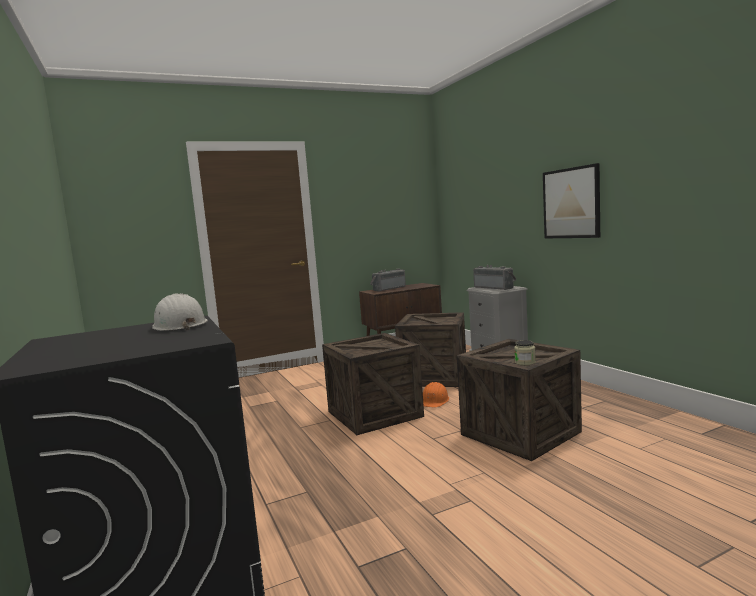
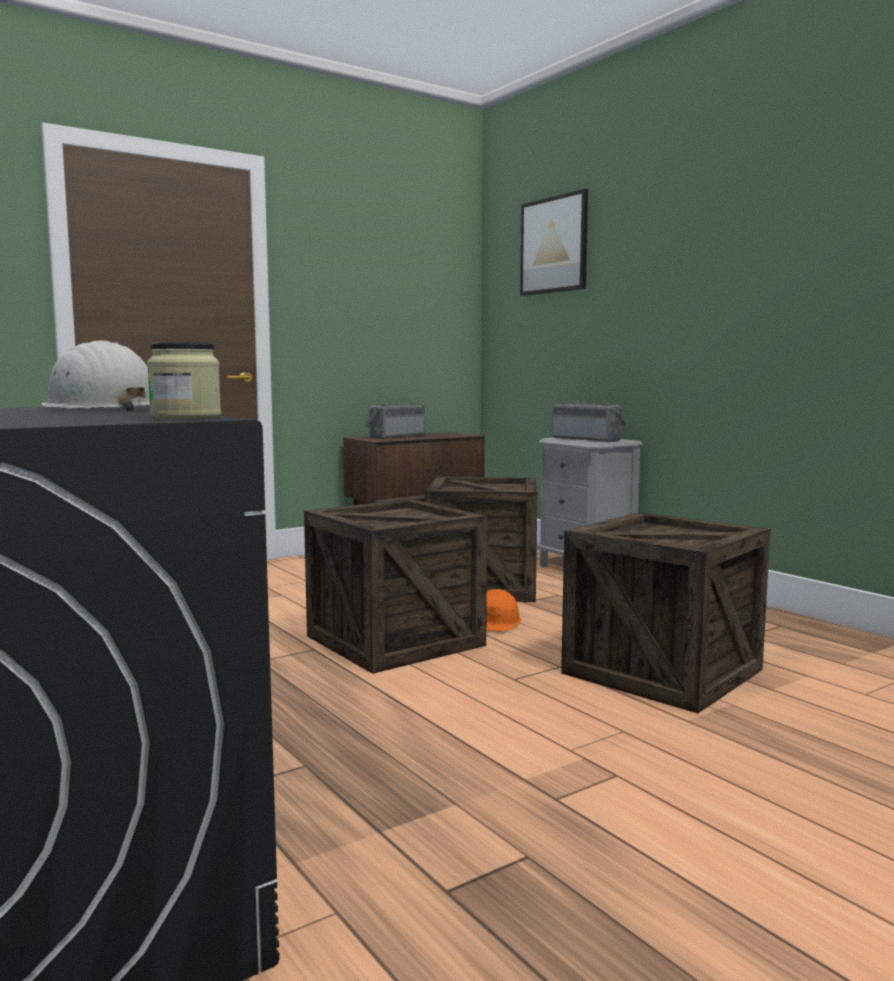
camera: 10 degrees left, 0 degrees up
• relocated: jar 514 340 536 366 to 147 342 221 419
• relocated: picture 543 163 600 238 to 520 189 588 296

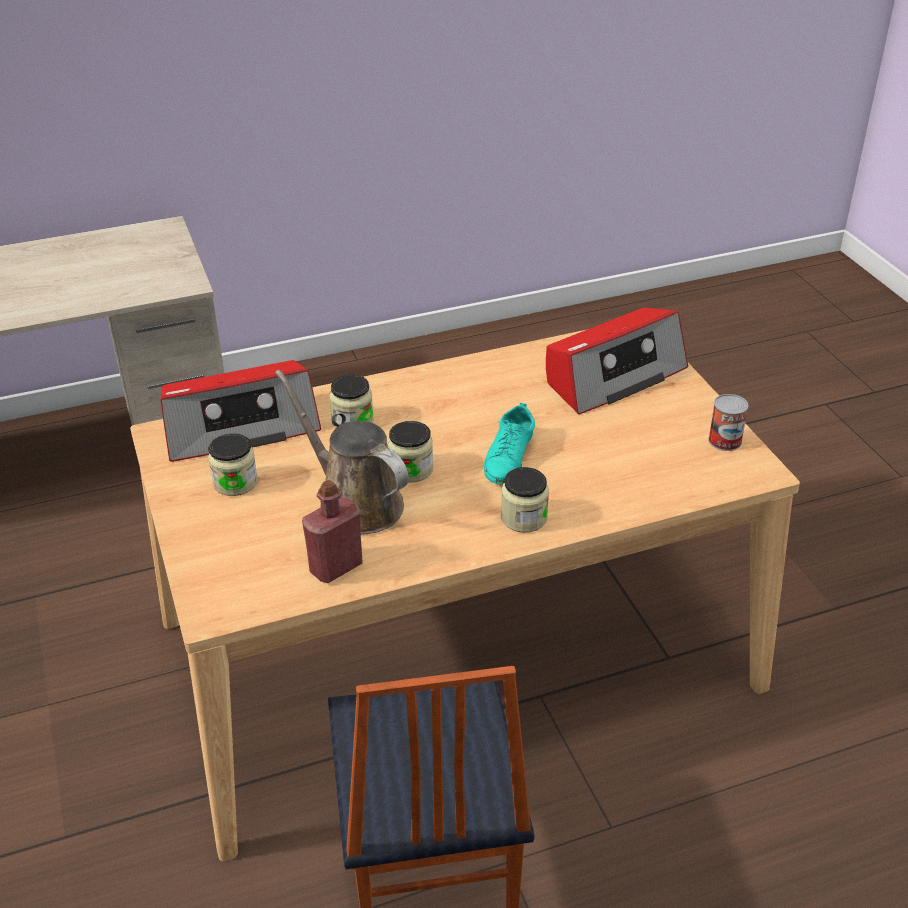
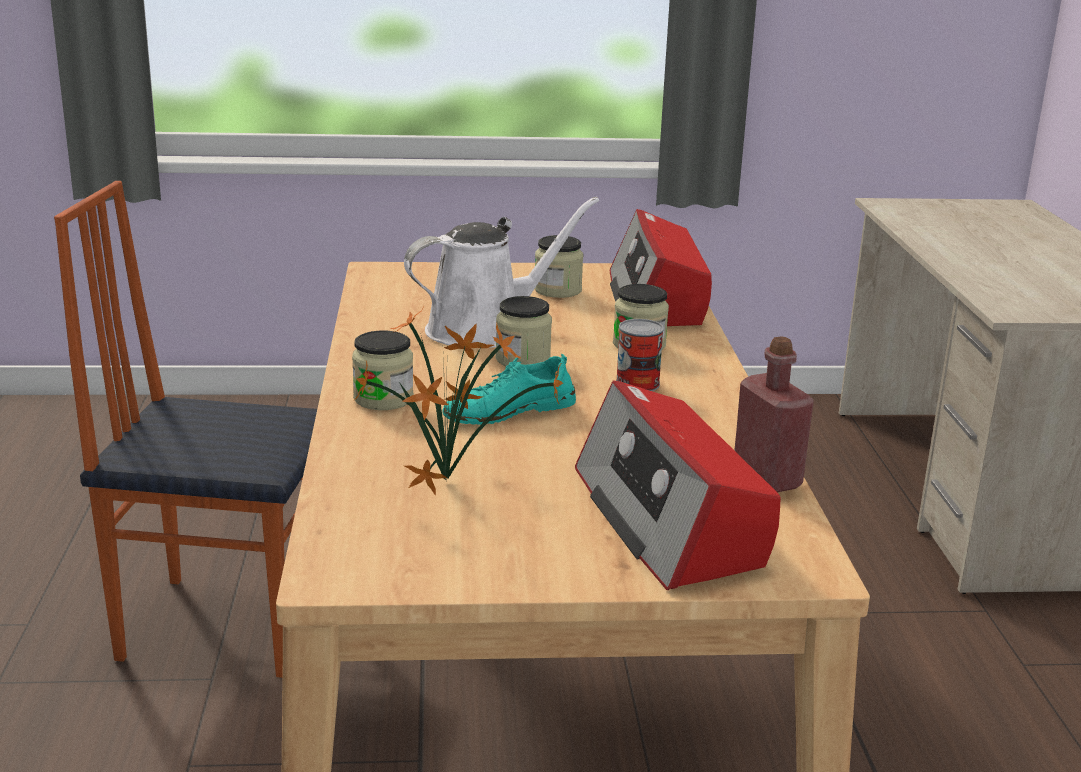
camera: 105 degrees right, 15 degrees down
• appeared: potted plant 353 308 563 496
• colour: brown watering can 275 369 409 535 to white watering can 404 197 599 348
• spun: turquoise shoe 484 403 535 485 = 442 354 576 425 60 degrees counterclockwise
• relocated: can 708 394 749 451 to 616 319 664 391
• relocated: red bottle 302 480 363 583 to 734 336 814 492

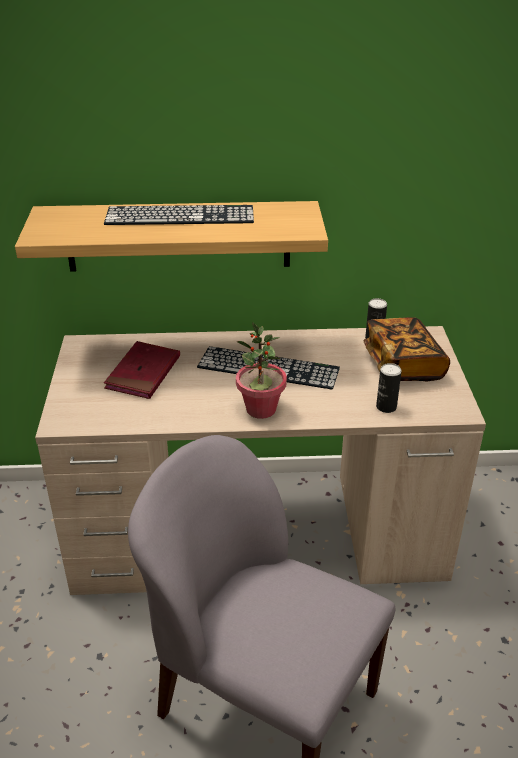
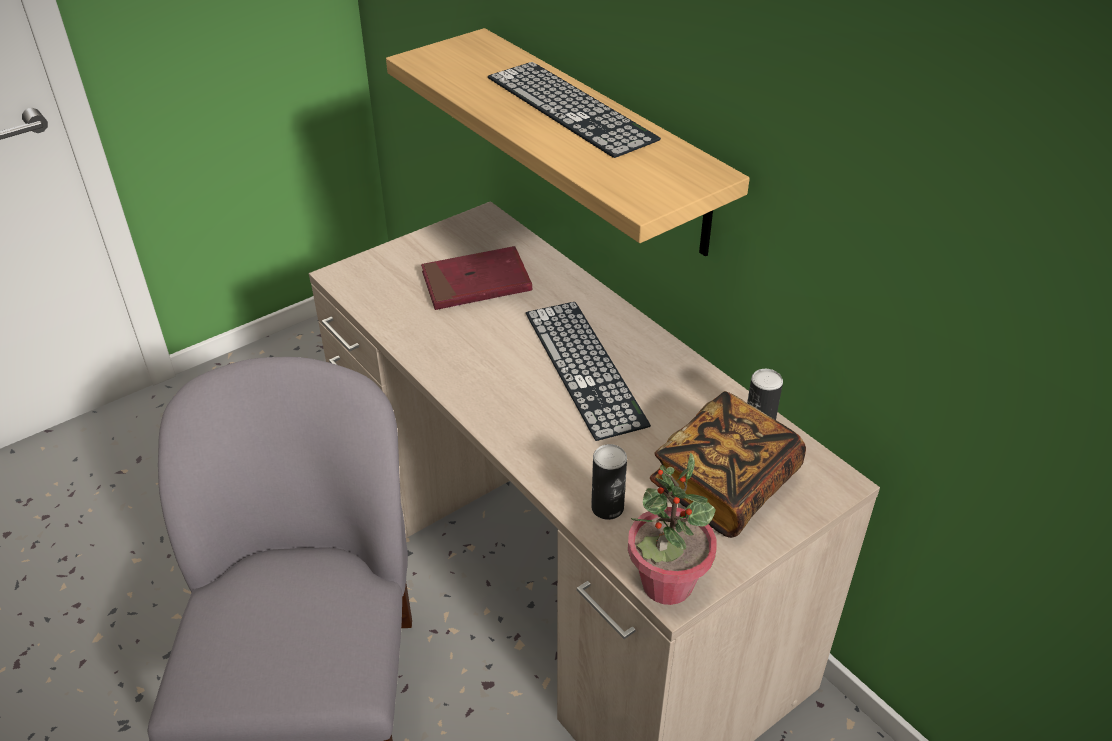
camera: 55 degrees right, 5 degrees up
• relocated: potted plant 236 322 287 419 to 628 453 716 605

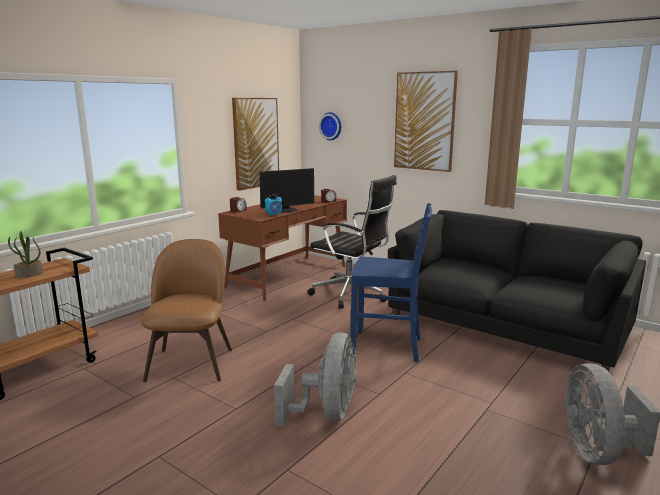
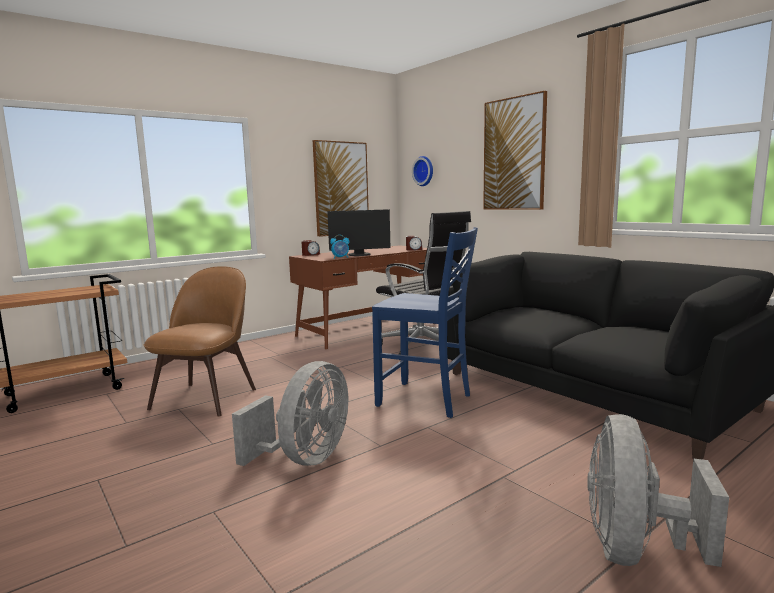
camera: 15 degrees right, 5 degrees down
• missing: potted plant 8 231 43 278

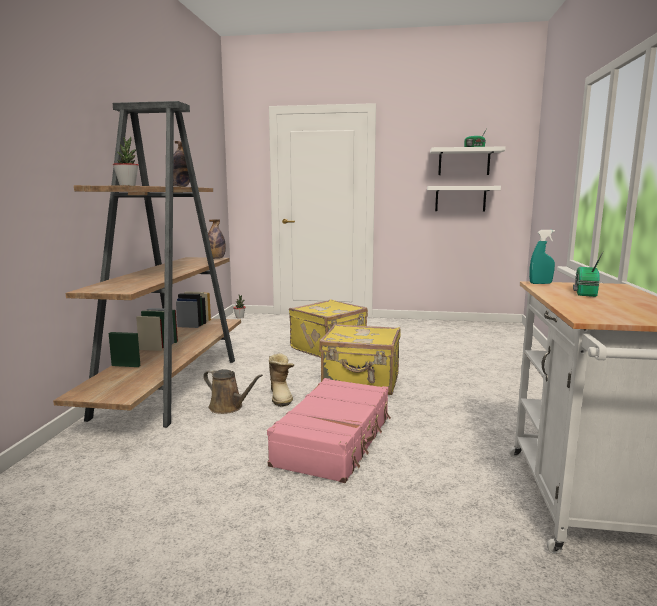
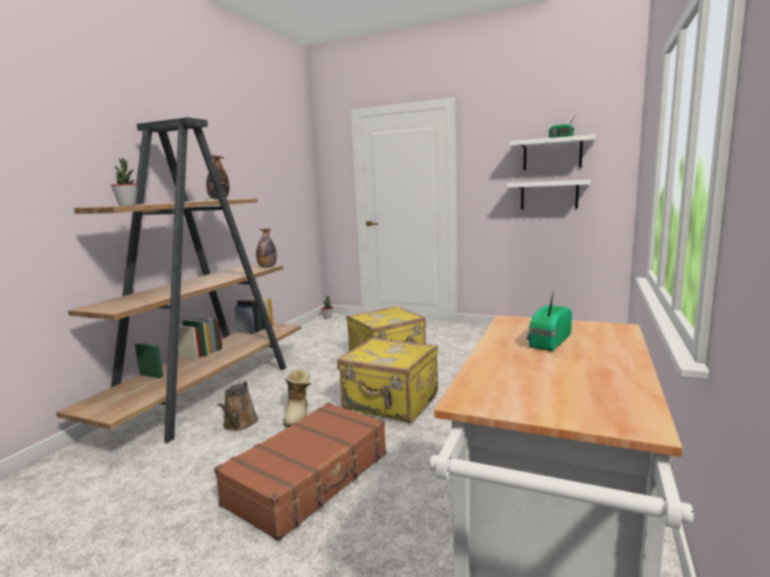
camera: 15 degrees right, 0 degrees up
• colour: pink suitcase 267 378 391 483 to brown suitcase 214 402 387 541
• spun: brown watering can 203 369 263 414 = 217 381 258 431 45 degrees clockwise
• missing: turquoise spray bottle 529 230 555 284

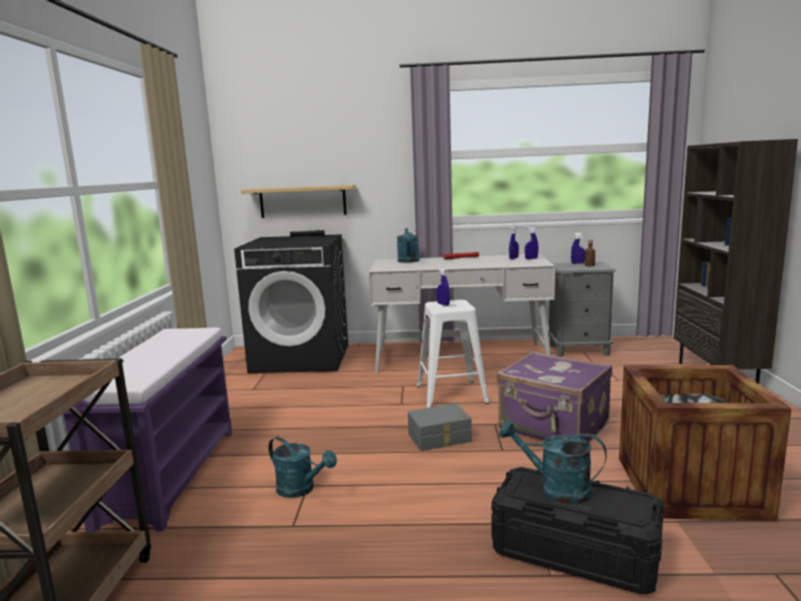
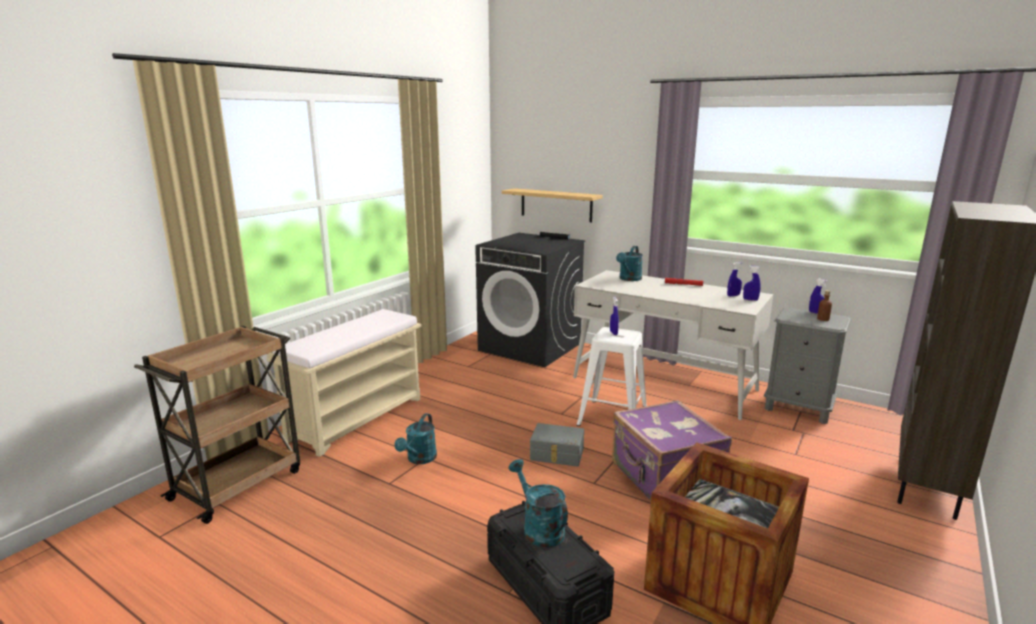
camera: 30 degrees right, 5 degrees up
• colour: purple bench 63 327 232 532 to beige bench 267 309 422 457
• spun: turquoise watering can 268 437 337 498 = 394 413 437 464 45 degrees clockwise

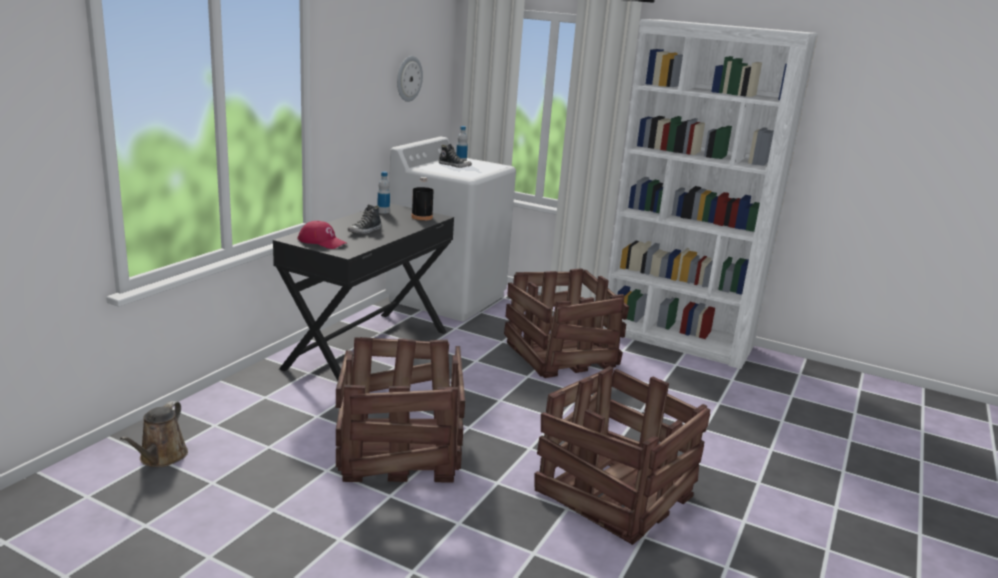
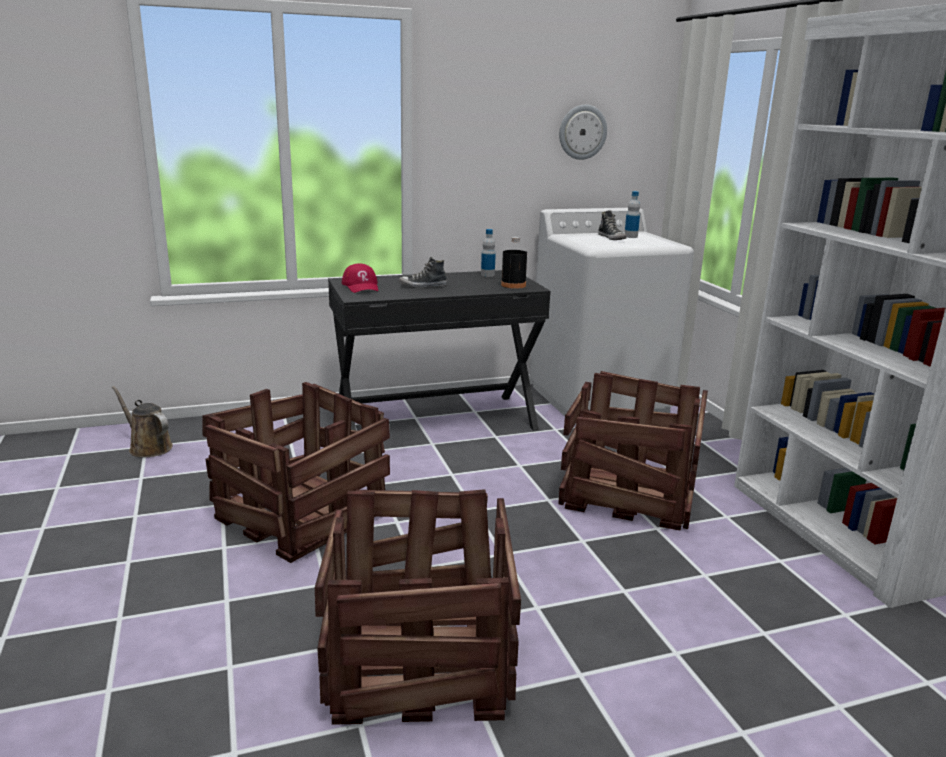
camera: 45 degrees right, 0 degrees up
• spun: brown watering can 120 401 188 467 = 112 386 173 457 75 degrees clockwise

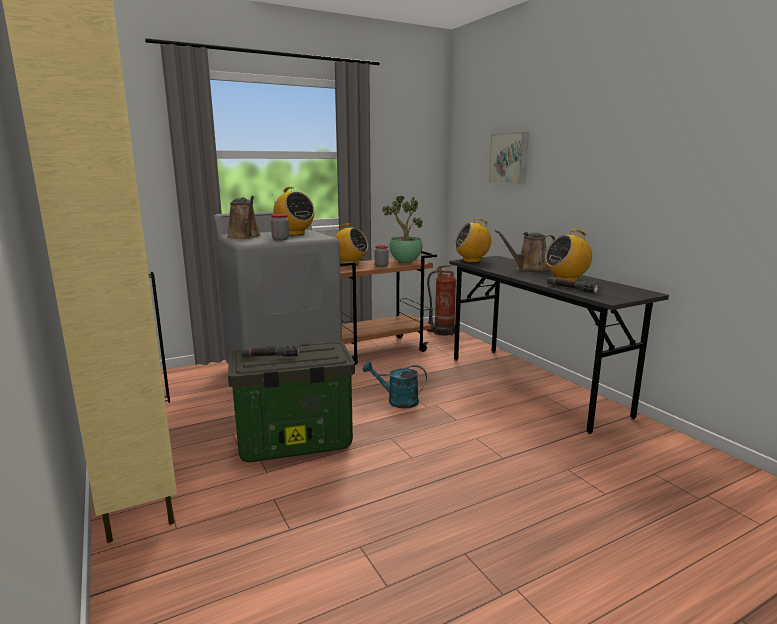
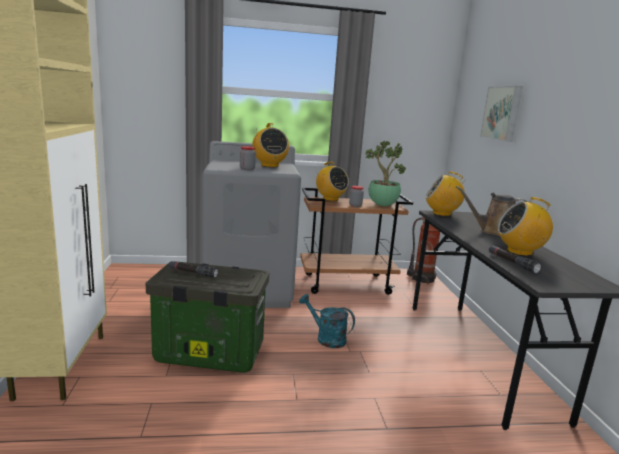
camera: 20 degrees right, 0 degrees up
• missing: brown watering can 227 196 260 239

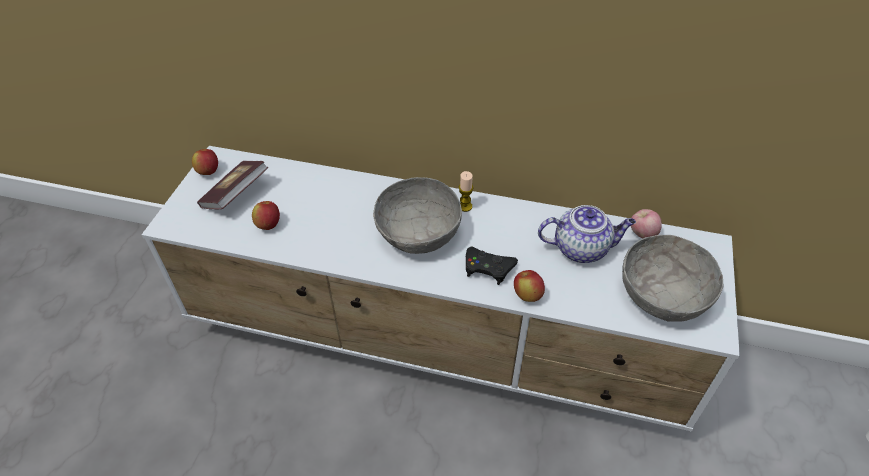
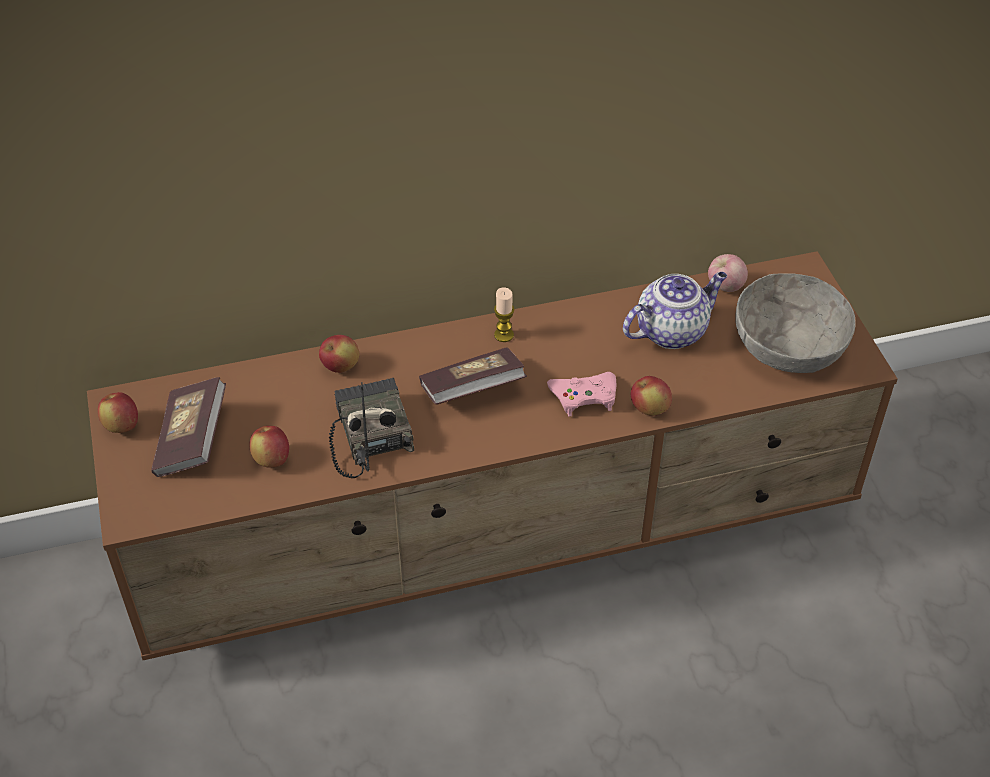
camera: 30 degrees left, 0 degrees up
• colour: white tv stand 141 146 740 432 to brown tv stand 87 251 898 660
• appeared: apple 319 335 360 373
• appeared: radio 329 378 414 478
• exchanged: grey bowl 373 177 462 254 to book 419 347 527 404
• colour: black game controller 466 247 518 285 to pink game controller 547 372 616 416

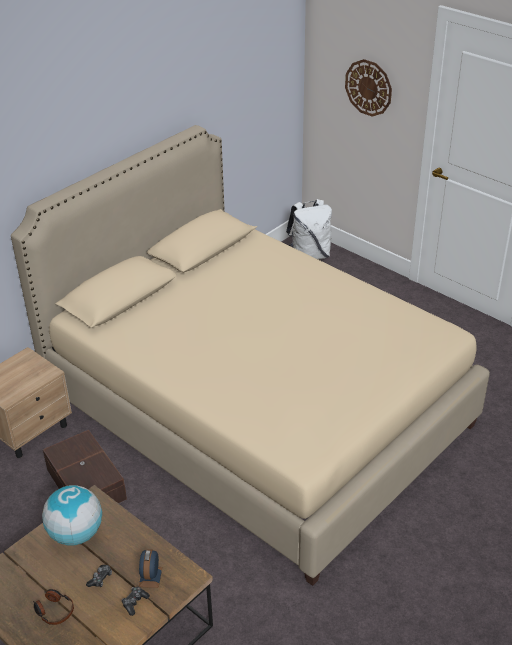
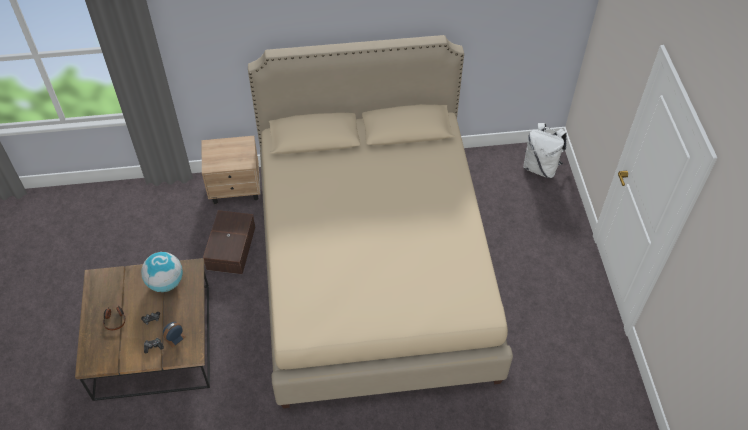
camera: 40 degrees right, 15 degrees up
• missing: wall clock 345 59 392 116

